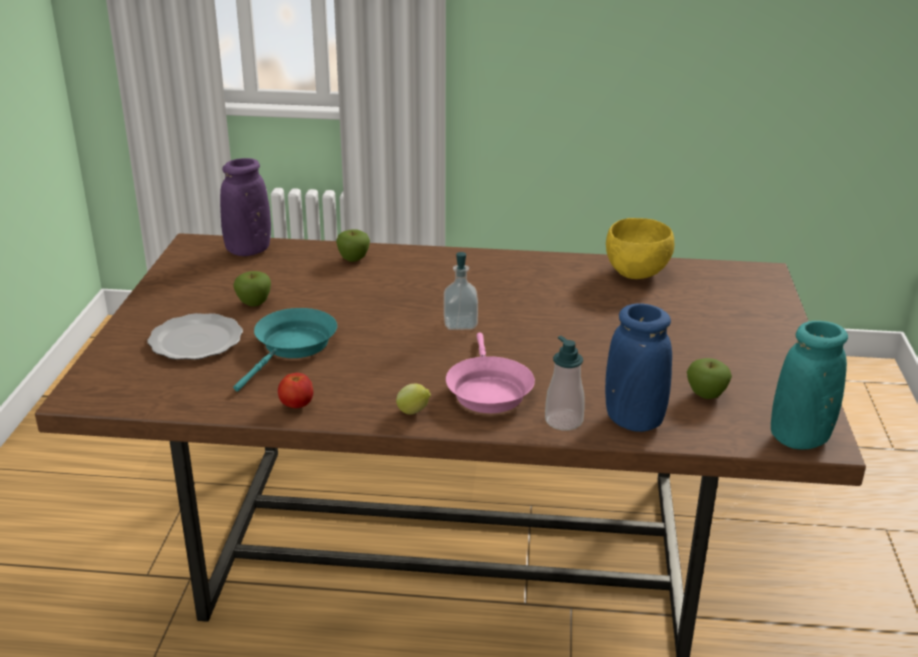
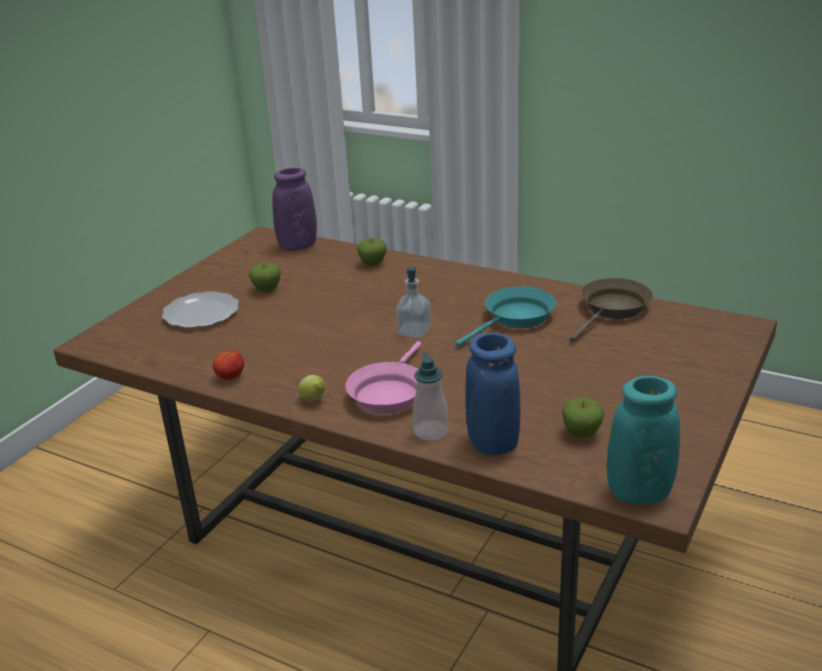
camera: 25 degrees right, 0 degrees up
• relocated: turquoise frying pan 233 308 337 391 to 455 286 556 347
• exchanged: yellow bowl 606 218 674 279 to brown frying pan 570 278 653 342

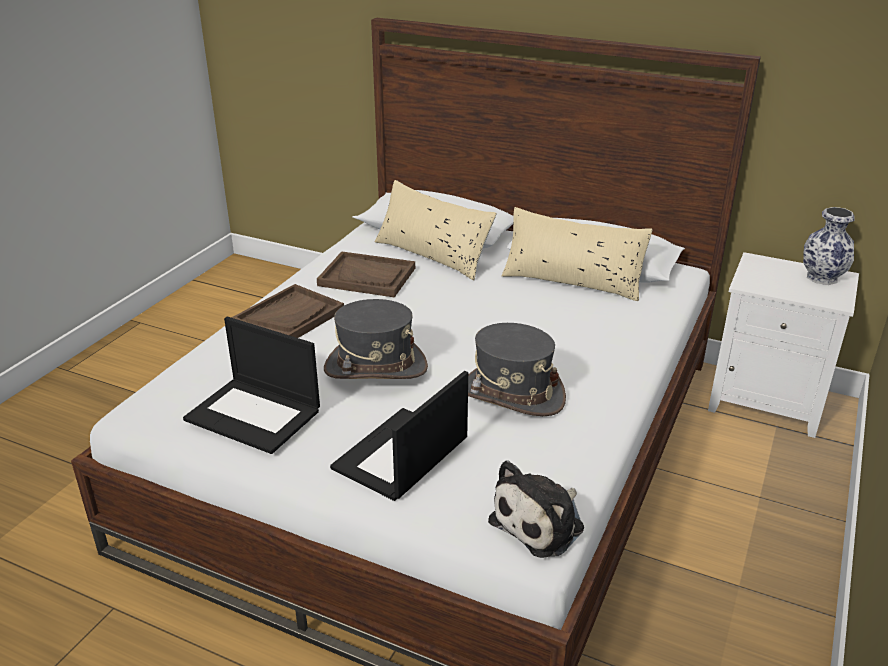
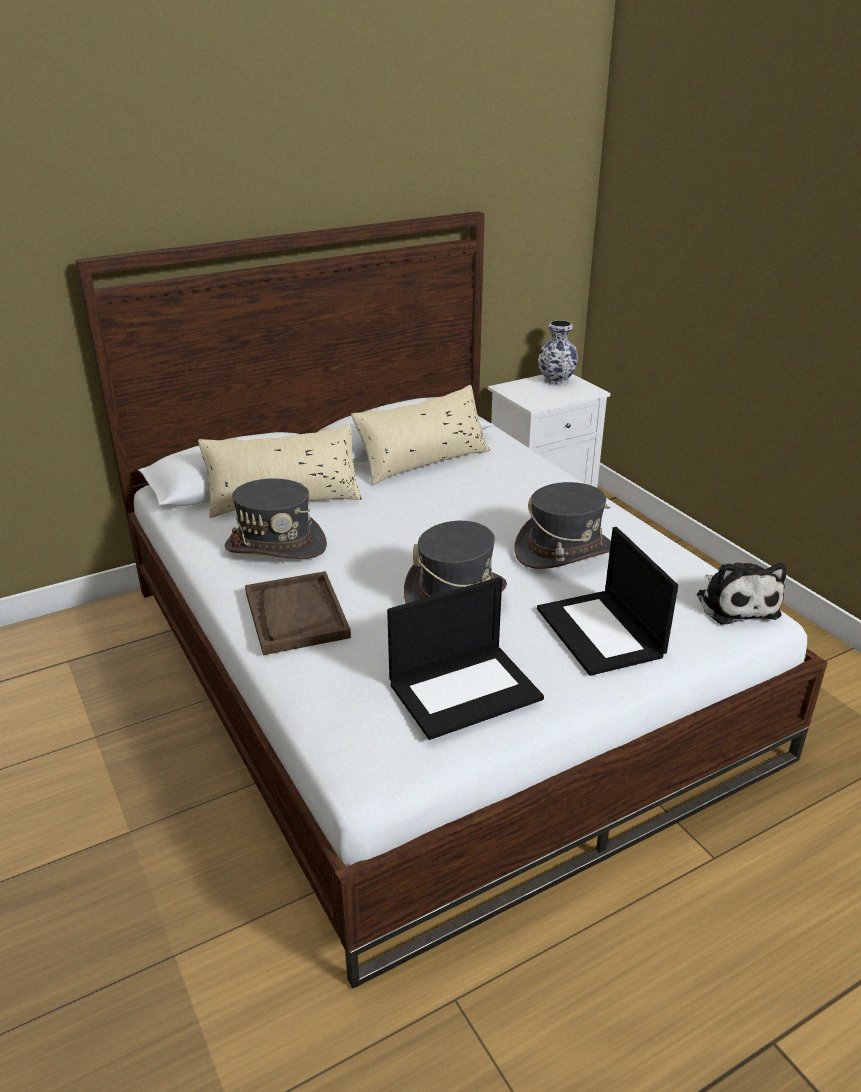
camera: 55 degrees left, 0 degrees up
• exchanged: brown tray 317 251 415 297 to grey hat 224 478 327 559

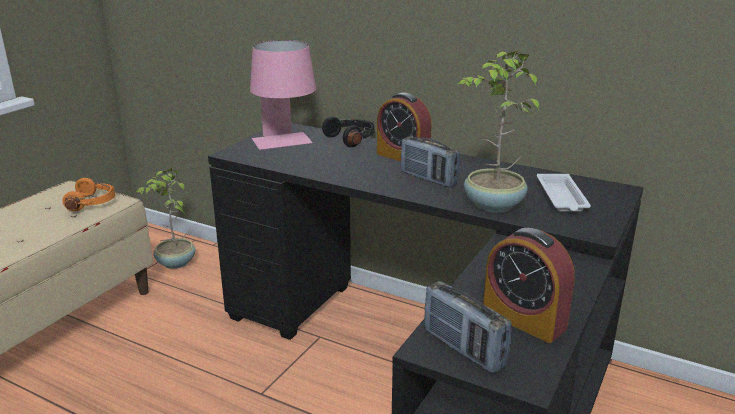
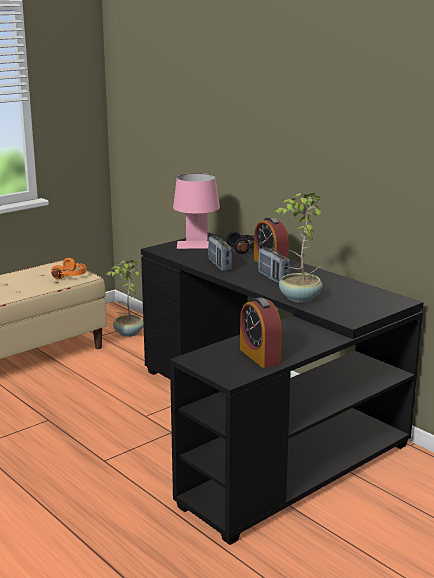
camera: 20 degrees right, 5 degrees down
• relocated: radio 424 281 511 373 to 208 236 232 271
• missing: white tray 537 174 591 211

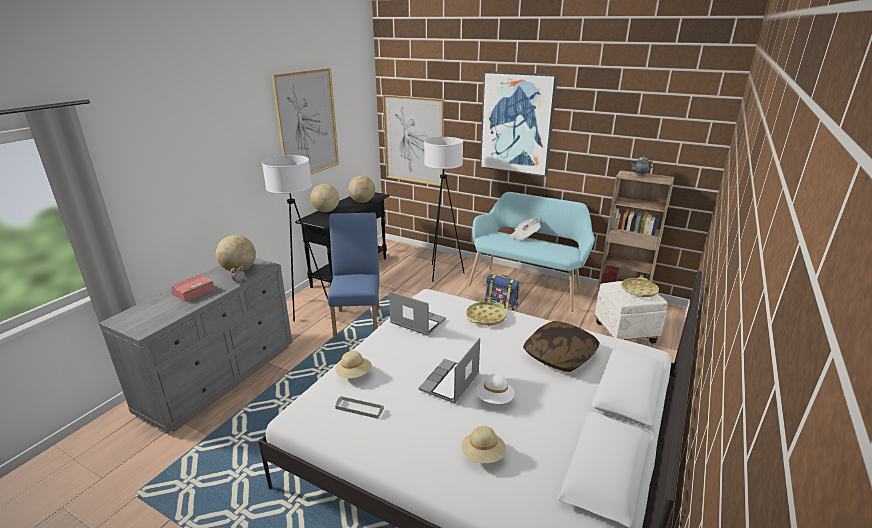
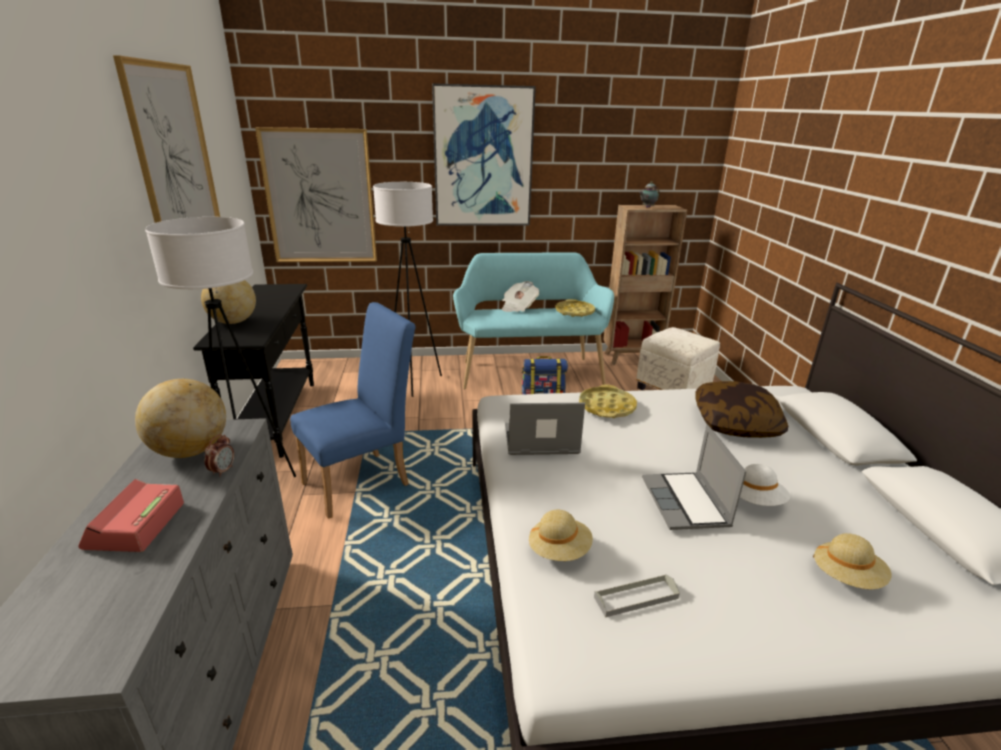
camera: 35 degrees left, 0 degrees up
• spun: blue chair 327 213 380 338 = 290 302 416 519 90 degrees clockwise
• relocated: yellow tray 621 277 659 297 to 555 299 595 317
• missing: globe 348 176 375 203

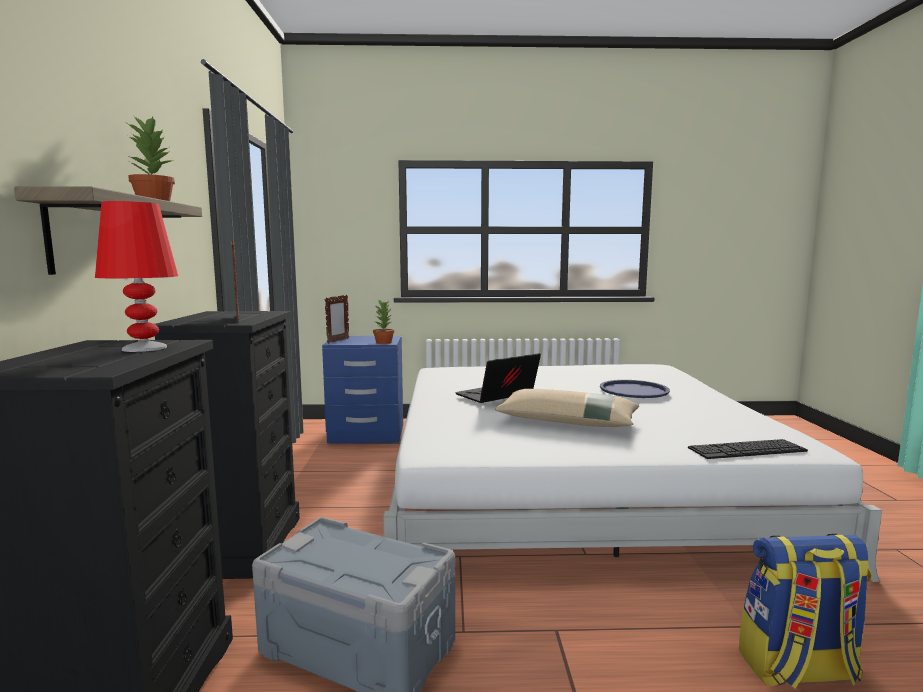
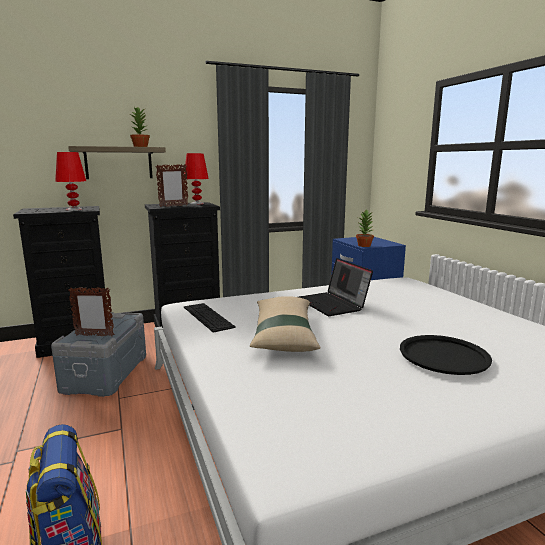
camera: 70 degrees right, 5 degrees up
• relocated: picture frame 325 295 349 343 to 68 287 114 336
• appeared: red table lamp 184 153 209 205
• relocated: keyboard 688 439 808 459 to 184 303 236 333
• spun: laptop 455 353 541 403 = 299 258 373 316 150 degrees counterclockwise
• colour: blue tray 600 380 670 398 to black tray 400 335 492 375

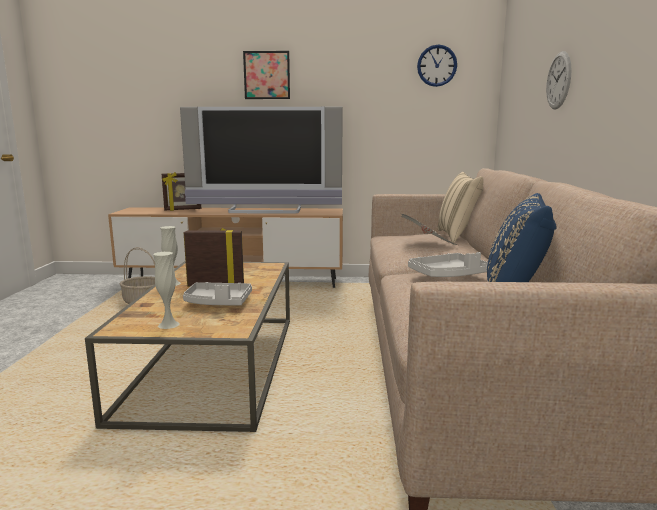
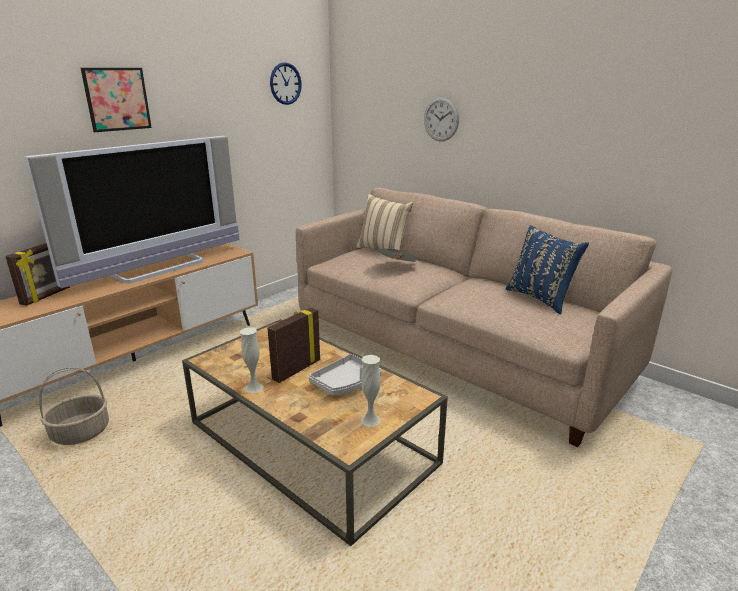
camera: 50 degrees left, 10 degrees up
• missing: grey tray 408 252 487 277

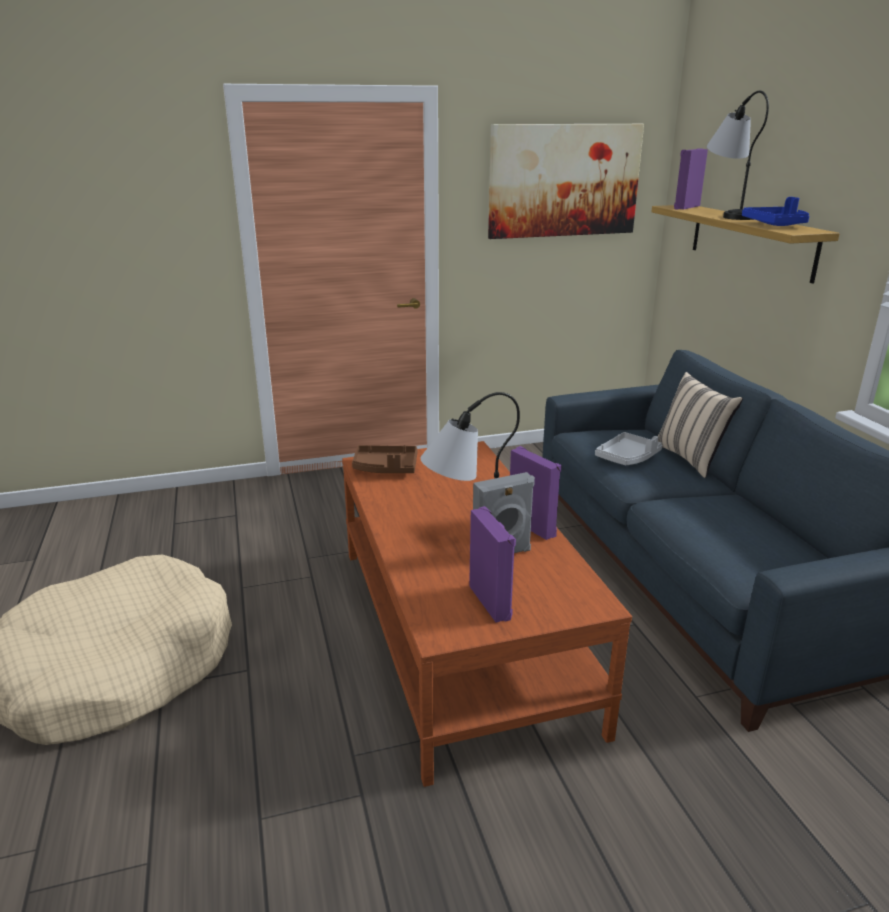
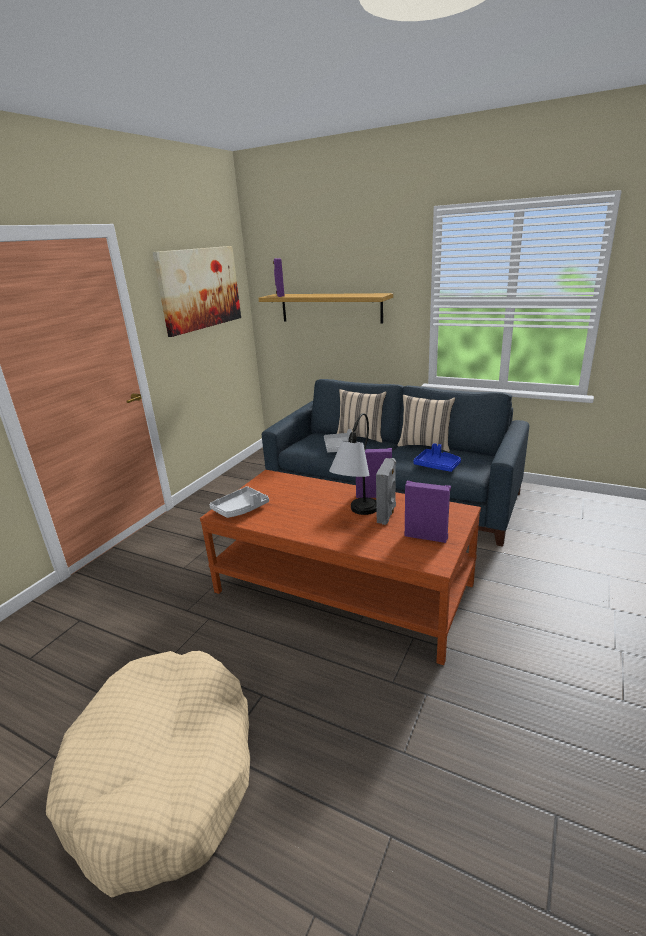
camera: 45 degrees left, 0 degrees up
• colour: brown tray 352 445 418 473 to grey tray 210 486 269 518
• appeared: beige pillow 397 395 455 452
• relocated: blue tray 742 197 810 226 to 413 443 461 472
• missing: table lamp 707 91 769 220

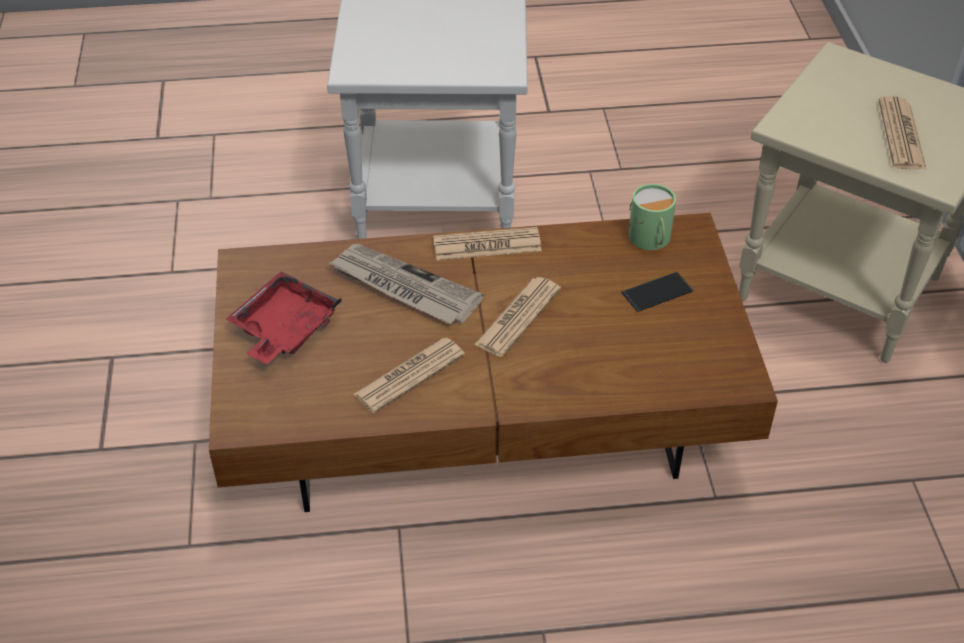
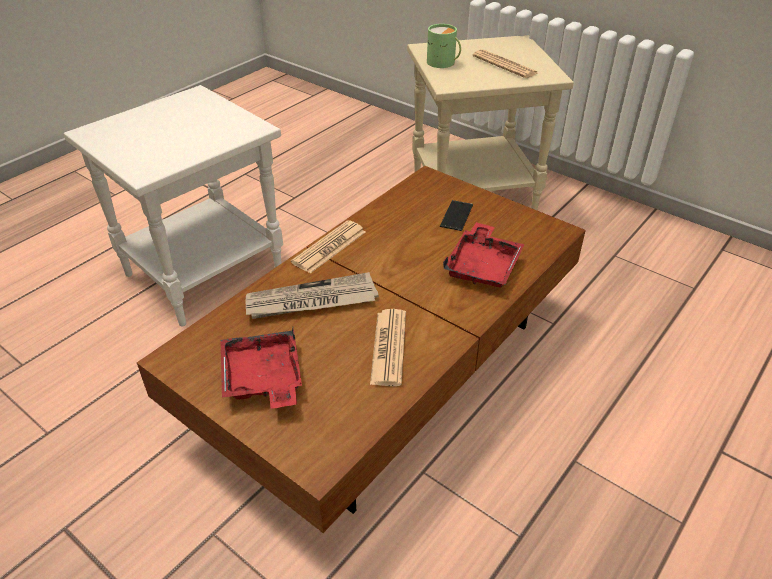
camera: 45 degrees left, 5 degrees down
• relocated: green mug 628 184 676 250 to 427 24 461 68
• appeared: red tray 443 222 525 287
• missing: newspaper 474 277 561 357

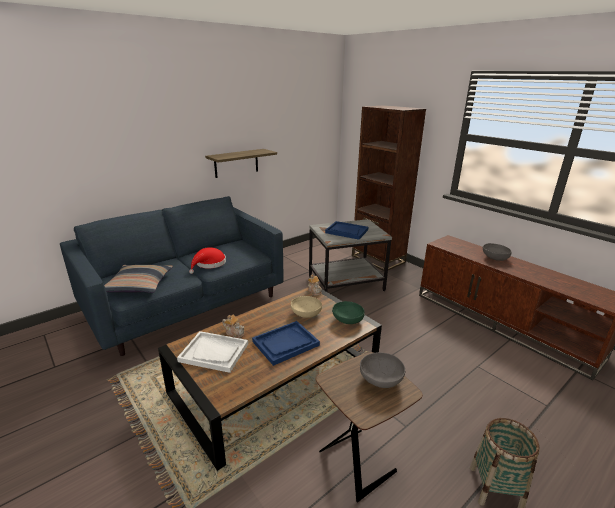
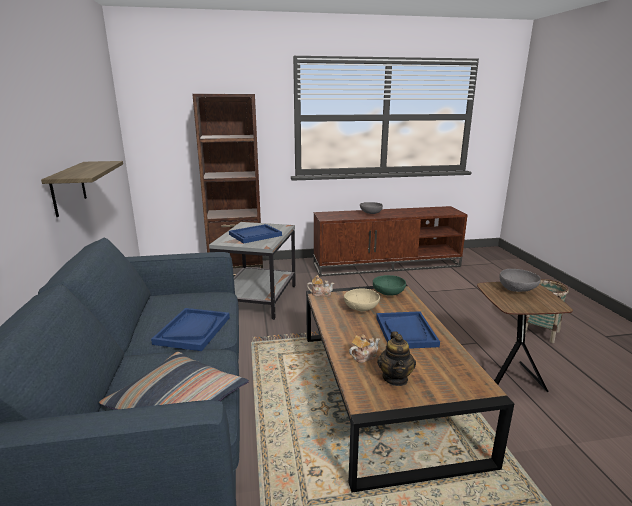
camera: 60 degrees left, 5 degrees down
• exchanged: red hat 189 247 226 274 to blue tray 151 308 230 351
• exchanged: white tray 177 331 248 373 to teapot 377 331 416 386

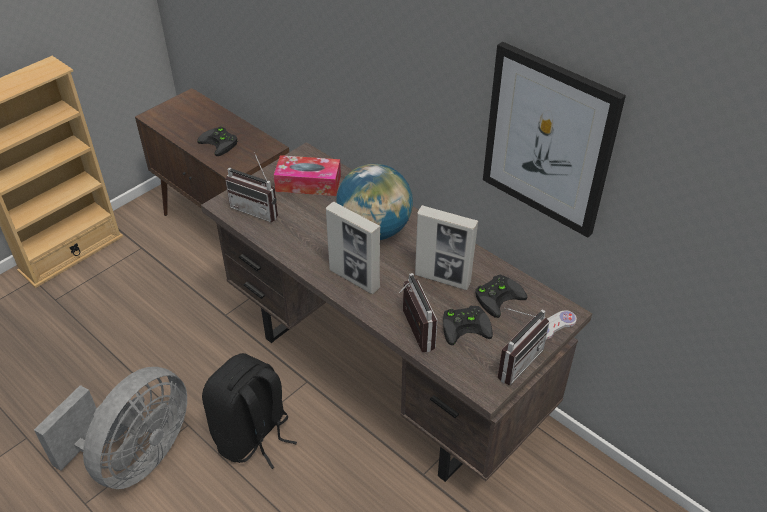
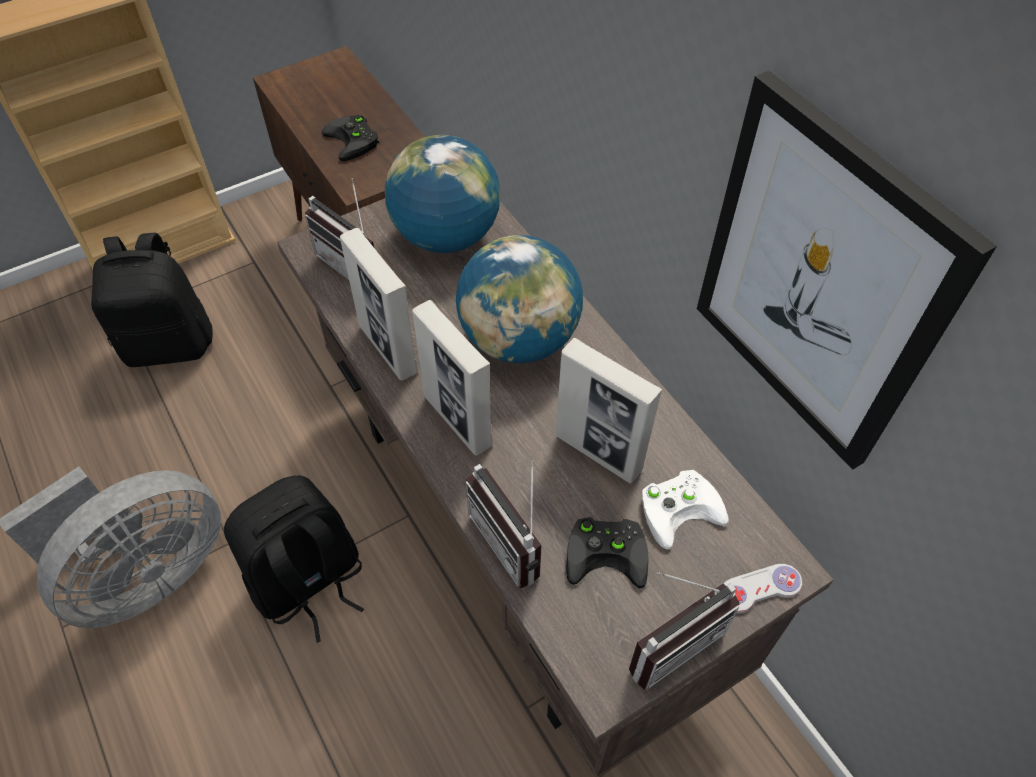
camera: 15 degrees right, 10 degrees up
• appeared: black backpack 91 233 213 367
• appeared: picture frame 340 228 418 381
• exchanged: tissue box 274 155 341 196 to globe 385 135 501 253
• spun: radio 399 273 437 352 = 466 460 542 588 150 degrees clockwise
• colour: black game controller 475 275 527 318 to white game controller 642 470 729 549

